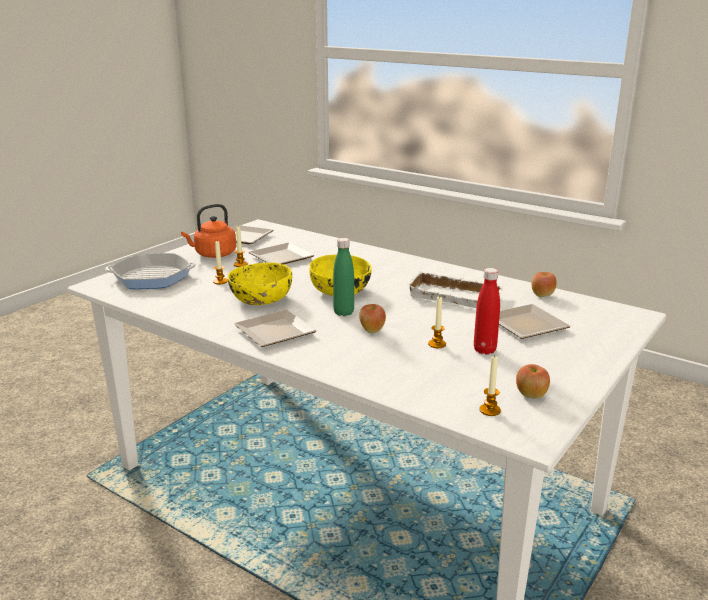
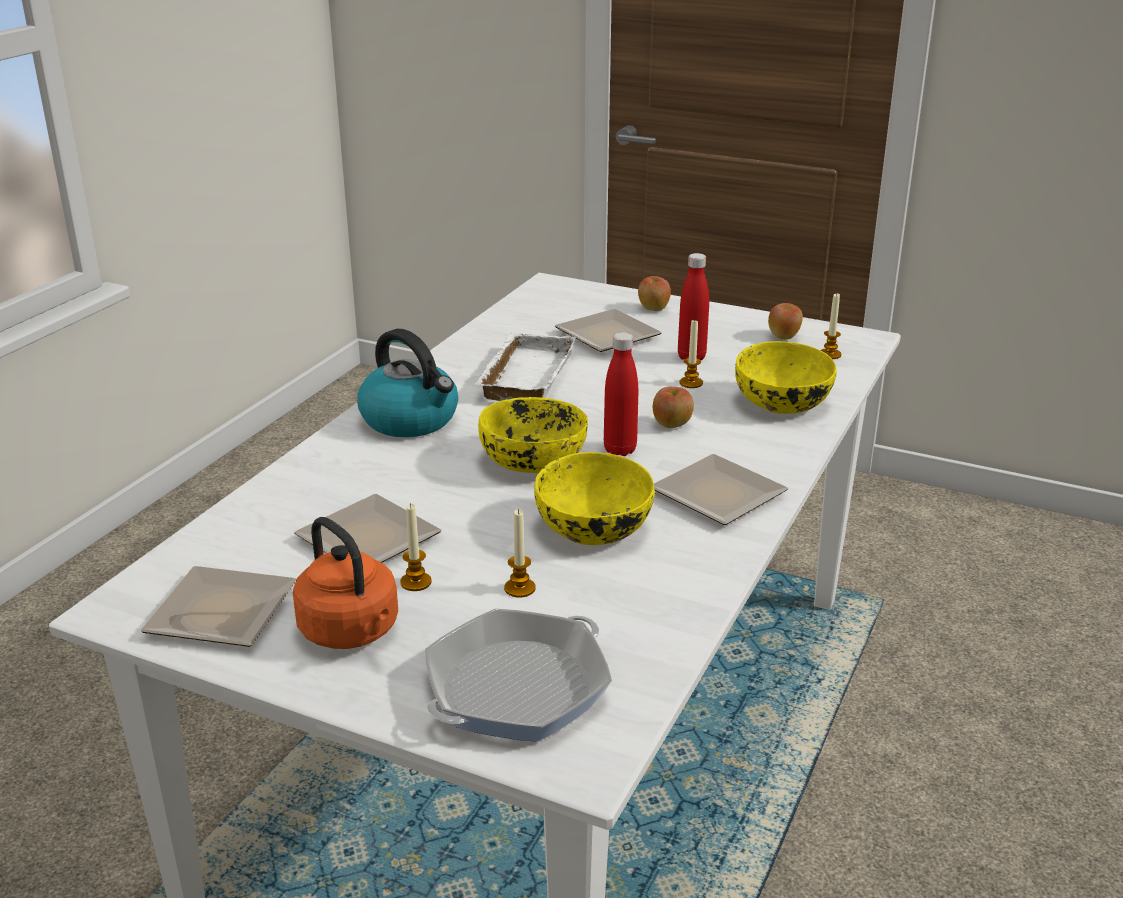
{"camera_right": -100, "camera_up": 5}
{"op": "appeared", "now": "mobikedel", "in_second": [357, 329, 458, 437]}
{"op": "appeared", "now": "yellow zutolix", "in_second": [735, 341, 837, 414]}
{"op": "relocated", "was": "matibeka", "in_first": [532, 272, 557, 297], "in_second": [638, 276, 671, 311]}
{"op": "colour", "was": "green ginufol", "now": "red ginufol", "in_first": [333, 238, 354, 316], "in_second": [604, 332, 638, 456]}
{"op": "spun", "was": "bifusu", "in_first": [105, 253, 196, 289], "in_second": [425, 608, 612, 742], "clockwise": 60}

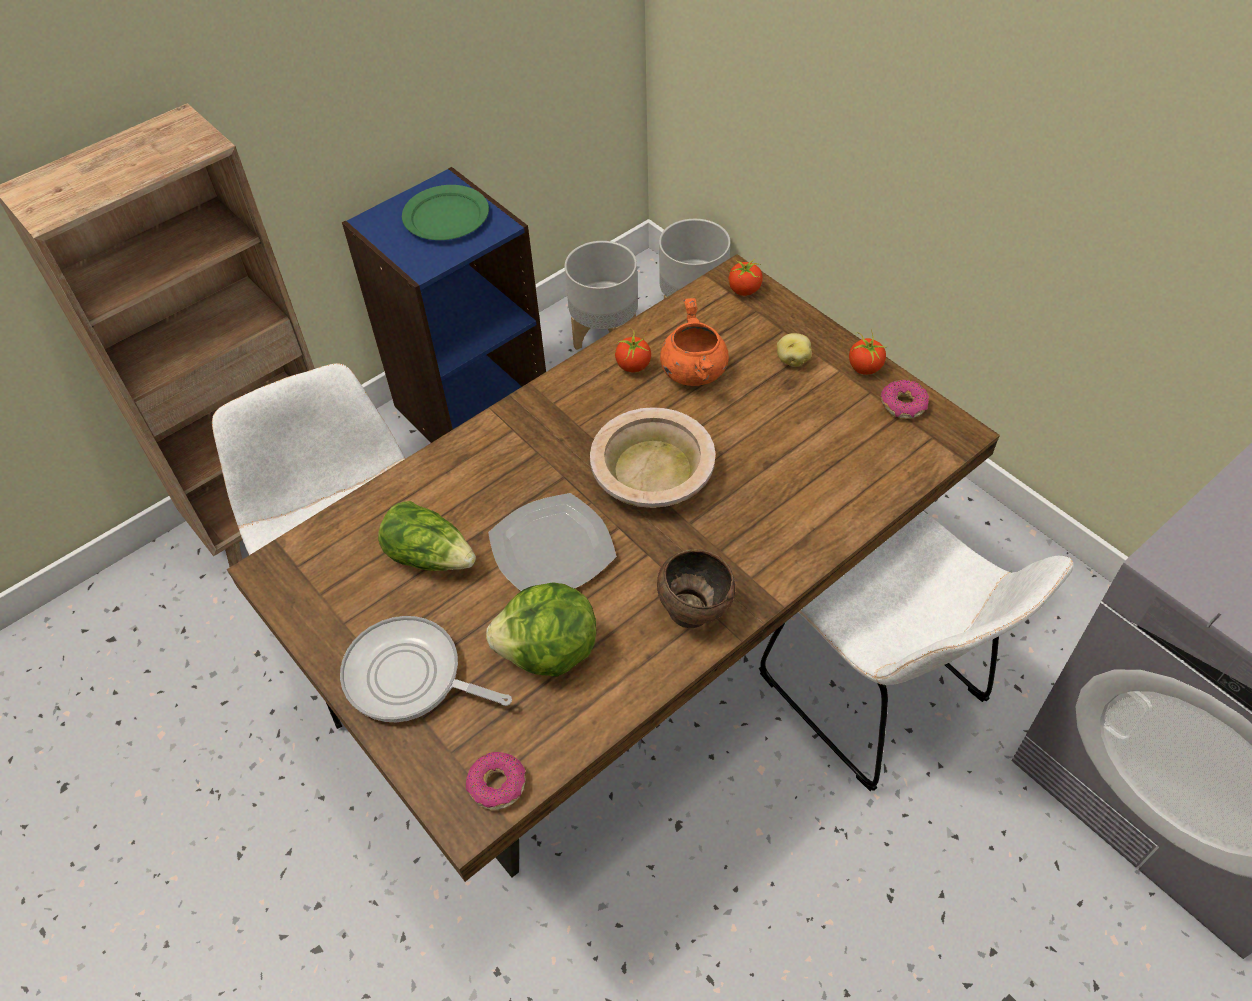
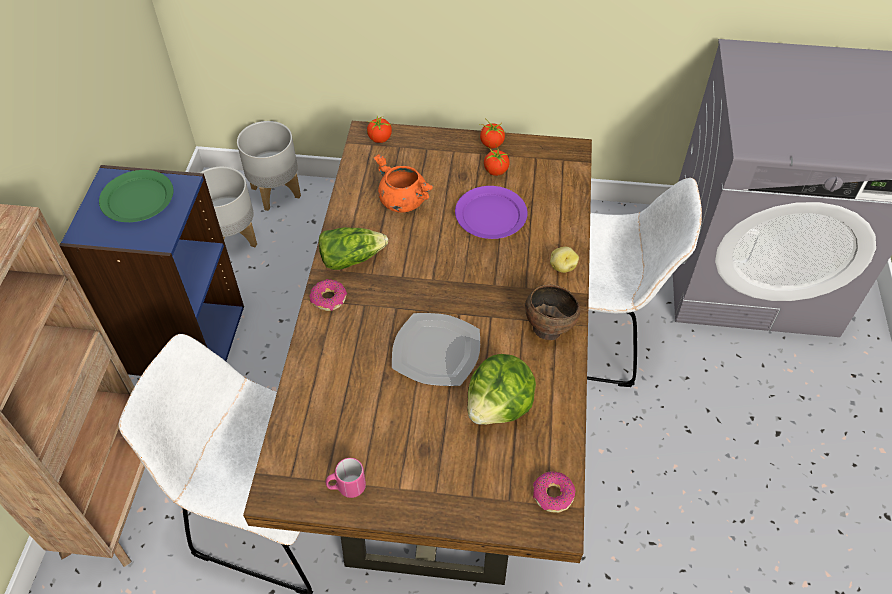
{"camera_right": -45, "camera_up": 0}
{"op": "missing", "was": "bifusu", "in_first": [340, 616, 512, 722]}
{"op": "missing", "was": "beige zutolix", "in_first": [590, 407, 715, 508]}
{"op": "appeared", "now": "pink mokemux", "in_second": [326, 458, 366, 498]}
{"op": "appeared", "now": "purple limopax", "in_second": [455, 186, 528, 239]}
{"op": "relocated", "was": "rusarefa", "in_first": [378, 501, 476, 571], "in_second": [318, 227, 388, 270]}
{"op": "relocated", "was": "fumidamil", "in_first": [615, 329, 651, 372], "in_second": [484, 145, 509, 176]}
{"op": "relocated", "was": "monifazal", "in_first": [777, 333, 812, 367], "in_second": [550, 247, 579, 273]}
{"op": "relocated", "was": "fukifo", "in_first": [881, 380, 929, 419], "in_second": [309, 279, 347, 311]}

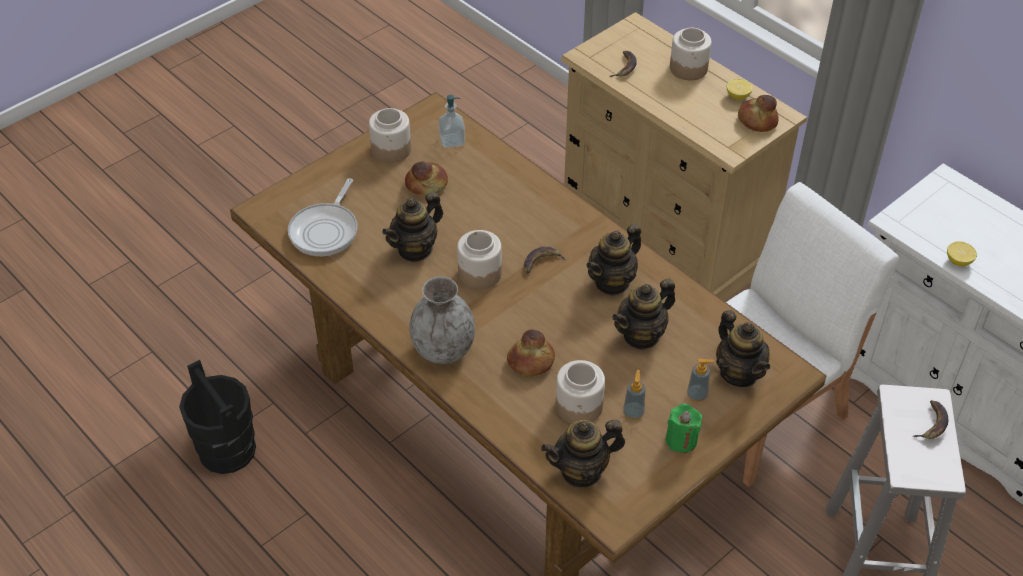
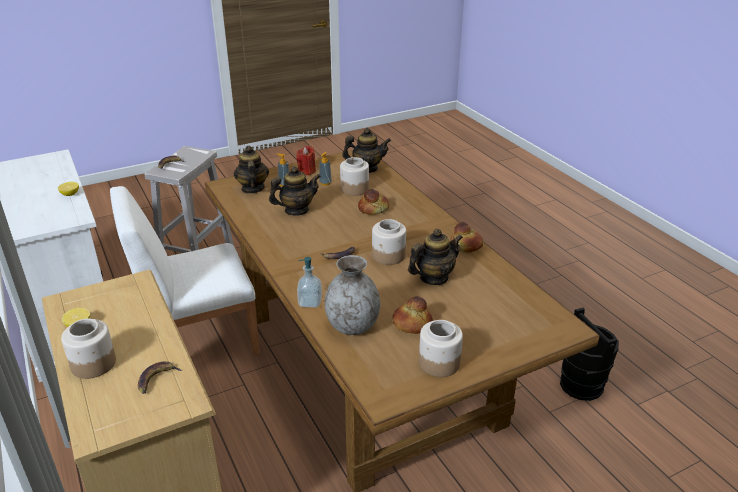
{"camera_right": -165, "camera_up": -15}
{"op": "missing", "was": "bifusu", "in_first": [288, 178, 358, 256]}
{"op": "missing", "was": "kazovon", "in_first": [586, 224, 641, 296]}
{"op": "relocated", "was": "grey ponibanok", "in_first": [409, 277, 475, 364], "in_second": [325, 255, 380, 335]}
{"op": "relocated", "was": "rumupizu", "in_first": [438, 95, 465, 148], "in_second": [297, 257, 322, 308]}
{"op": "relocated", "was": "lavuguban", "in_first": [738, 95, 778, 132], "in_second": [450, 222, 483, 253]}
{"op": "colour", "was": "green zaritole", "now": "red zaritole", "in_first": [666, 404, 702, 453], "in_second": [296, 146, 316, 175]}

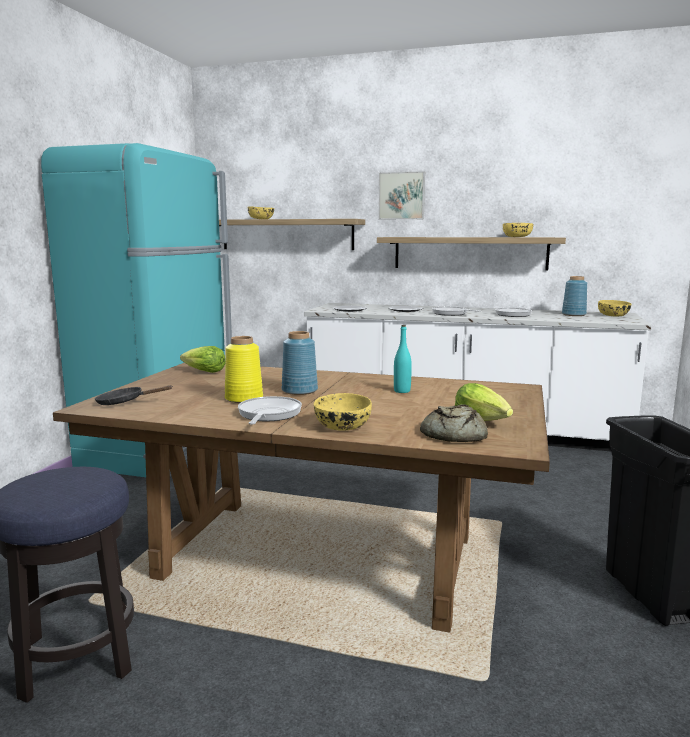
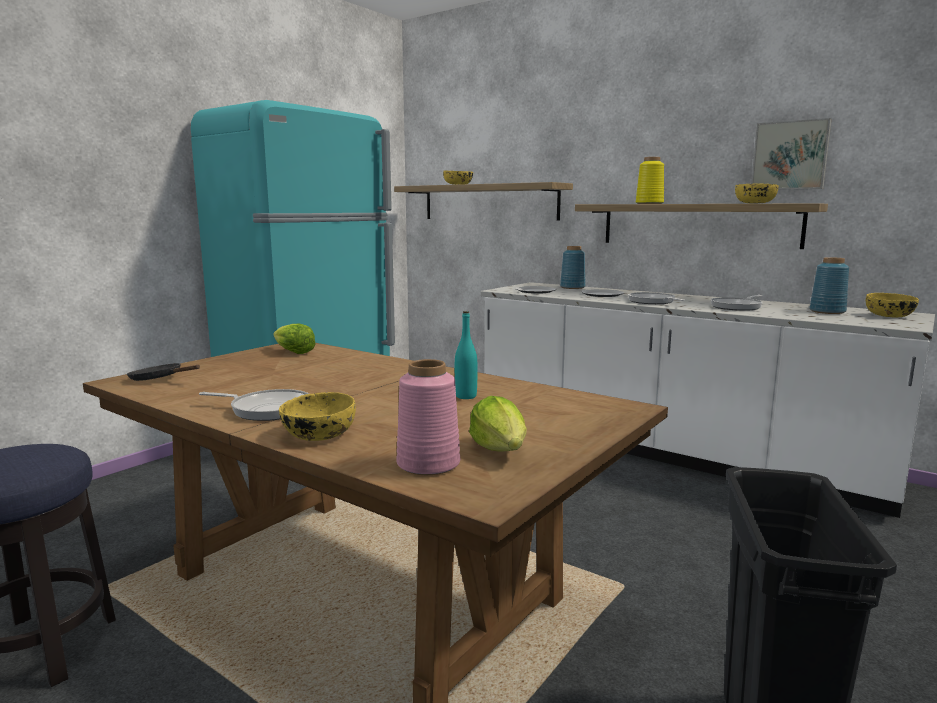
{"camera_right": 20, "camera_up": 0}
{"op": "relocated", "was": "yellow ponibanok", "in_first": [225, 336, 263, 403], "in_second": [636, 157, 664, 204]}
{"op": "relocated", "was": "blue ponibanok", "in_first": [282, 331, 318, 395], "in_second": [560, 246, 585, 289]}
{"op": "relocated", "was": "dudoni", "in_first": [378, 171, 425, 219], "in_second": [751, 118, 832, 190]}
{"op": "exchanged", "was": "lavuguban", "now": "pink ponibanok", "in_first": [420, 404, 488, 442], "in_second": [396, 359, 460, 475]}
{"op": "spun", "was": "bifusu", "in_first": [238, 396, 302, 424], "in_second": [199, 389, 309, 421], "clockwise": 75}

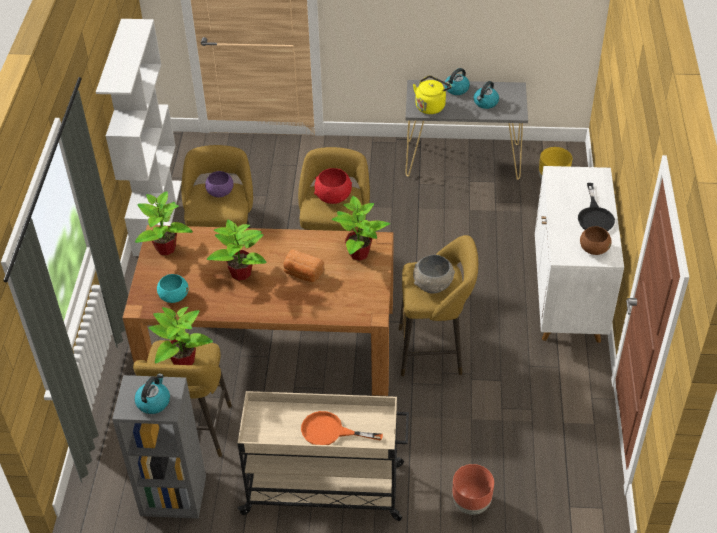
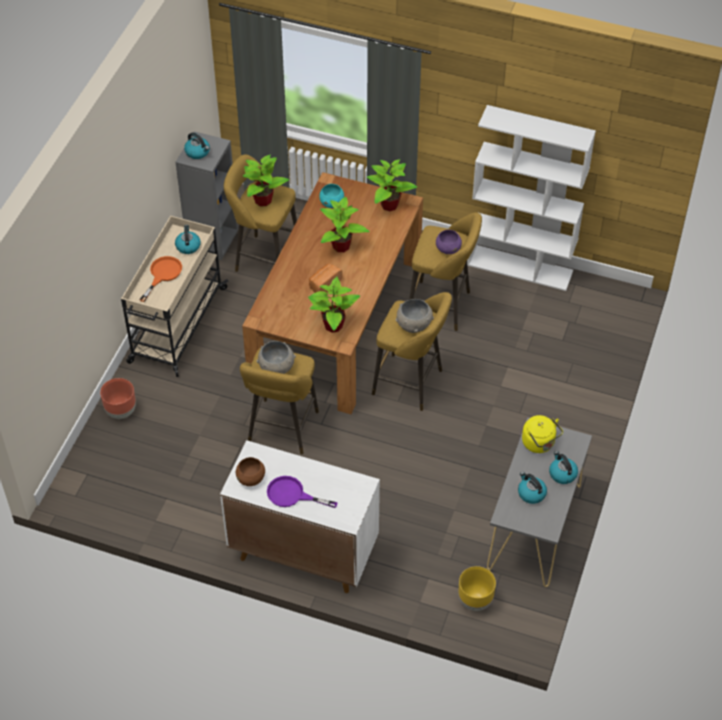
{"camera_right": 105, "camera_up": 5}
{"op": "appeared", "now": "mobikedel", "in_second": [175, 225, 201, 254]}
{"op": "colour", "was": "red zutolix", "now": "grey zutolix", "in_first": [314, 168, 352, 204], "in_second": [395, 299, 434, 333]}
{"op": "colour", "was": "black bifusu", "now": "purple bifusu", "in_first": [578, 183, 615, 231], "in_second": [267, 476, 338, 508]}

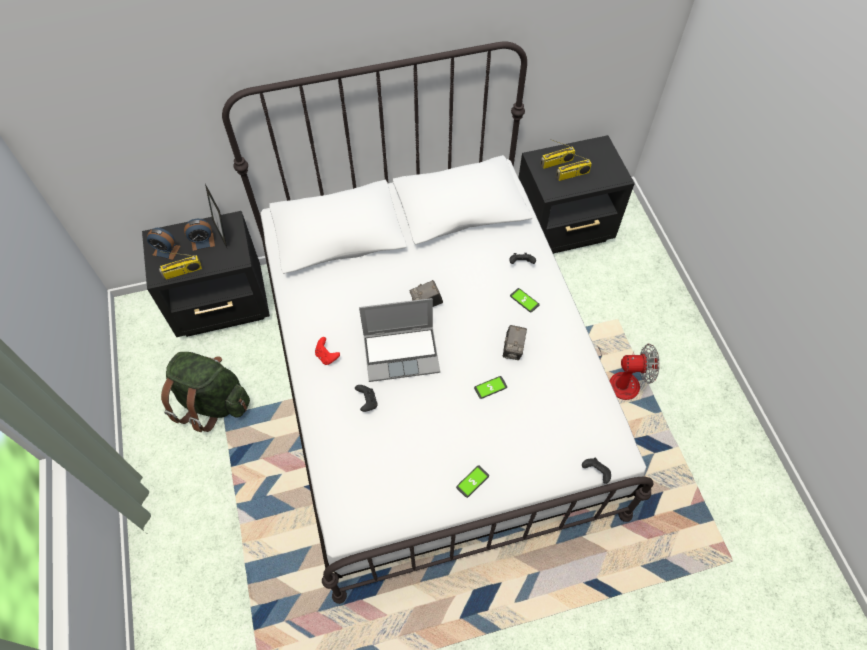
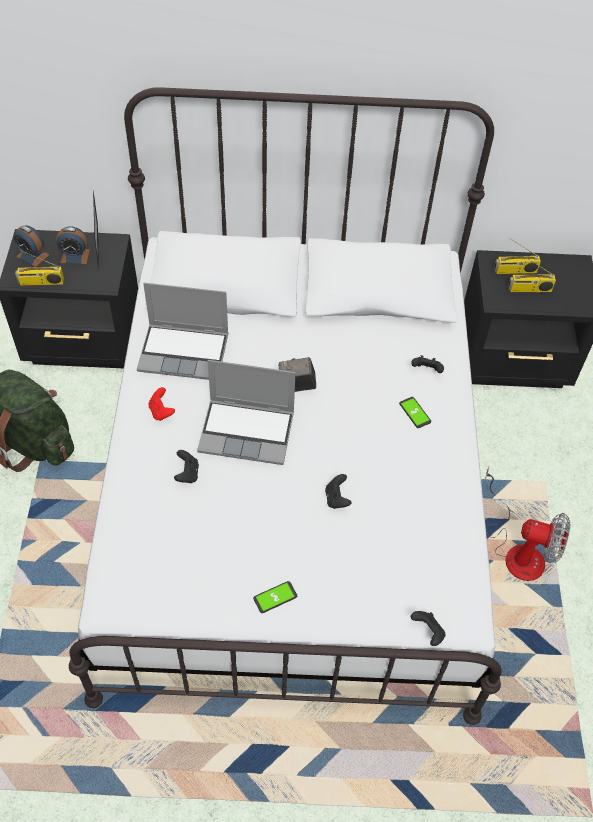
{"camera_right": 15, "camera_up": -5}
{"op": "missing", "was": "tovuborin", "in_first": [503, 325, 527, 360]}
{"op": "appeared", "now": "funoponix", "in_second": [137, 283, 228, 380]}
{"op": "exchanged", "was": "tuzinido", "now": "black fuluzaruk", "in_first": [474, 376, 507, 399], "in_second": [325, 474, 351, 509]}

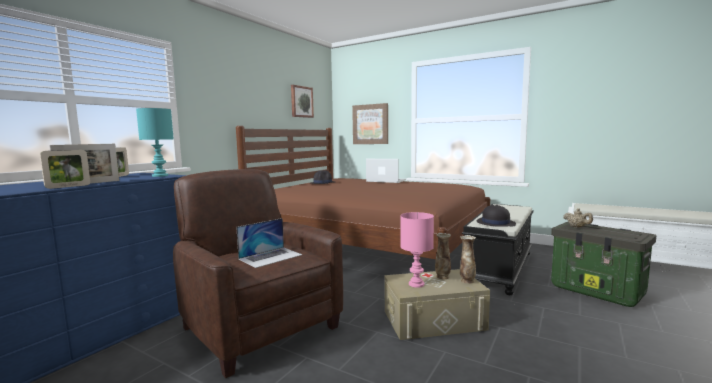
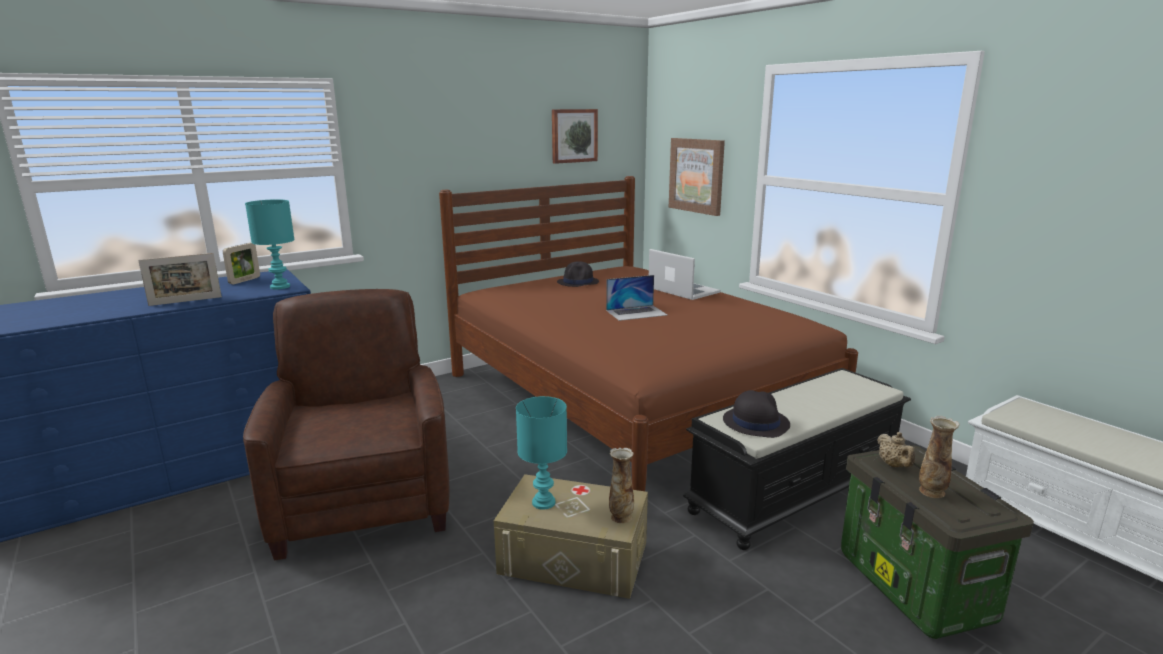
{"camera_right": 25, "camera_up": 10}
{"op": "missing", "was": "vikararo", "in_first": [40, 150, 90, 189]}
{"op": "relocated", "was": "funoponix", "in_first": [236, 218, 303, 268], "in_second": [606, 275, 667, 321]}
{"op": "relocated", "was": "ponibanok", "in_first": [435, 233, 451, 279], "in_second": [919, 416, 960, 498]}
{"op": "colour", "was": "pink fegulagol", "now": "turquoise fegulagol", "in_first": [400, 212, 434, 288], "in_second": [516, 396, 567, 510]}

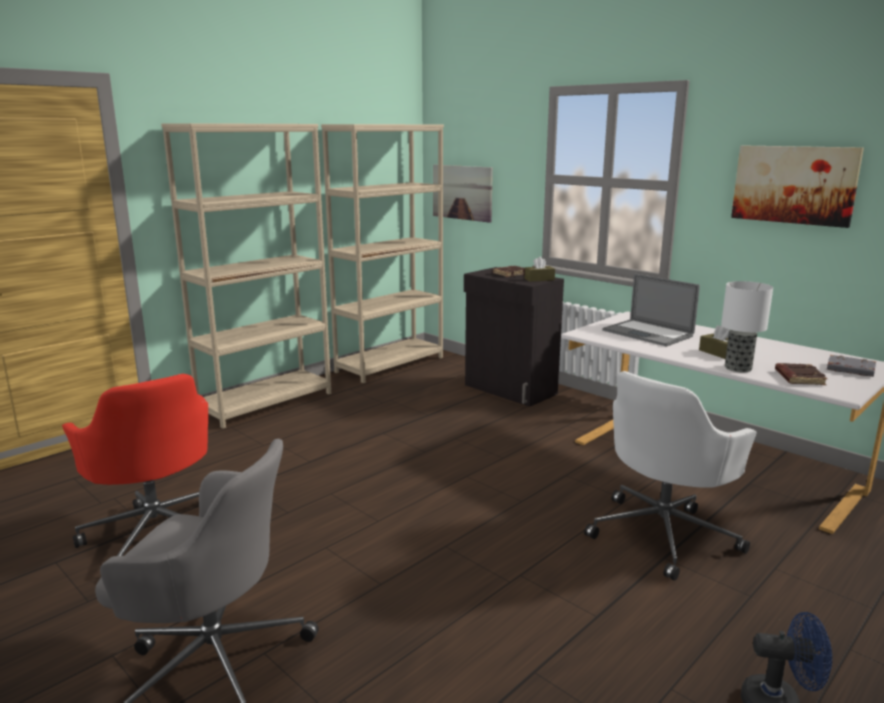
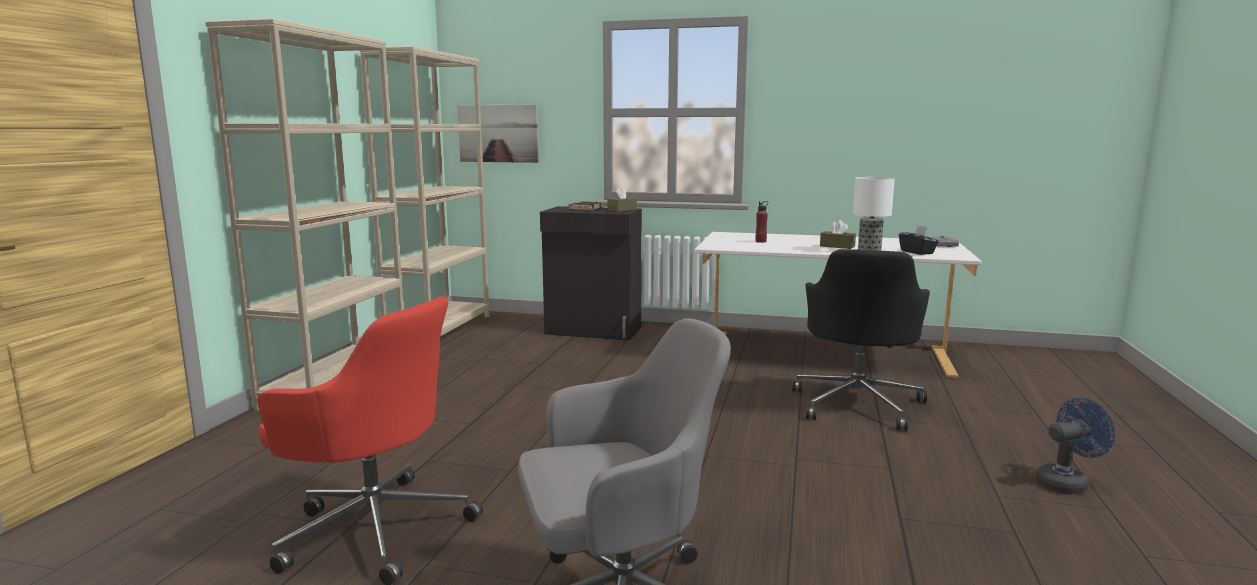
{"camera_right": -30, "camera_up": -5}
{"op": "missing", "was": "dudoni", "in_first": [731, 146, 864, 228]}
{"op": "exchanged", "was": "funoponix", "now": "red ginufol", "in_first": [602, 274, 700, 346], "in_second": [755, 201, 768, 243]}
{"op": "exchanged", "was": "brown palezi", "now": "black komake", "in_first": [775, 363, 828, 385], "in_second": [899, 226, 939, 255]}
{"op": "colour", "was": "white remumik", "now": "black remumik", "in_first": [584, 371, 757, 581], "in_second": [792, 249, 930, 431]}

